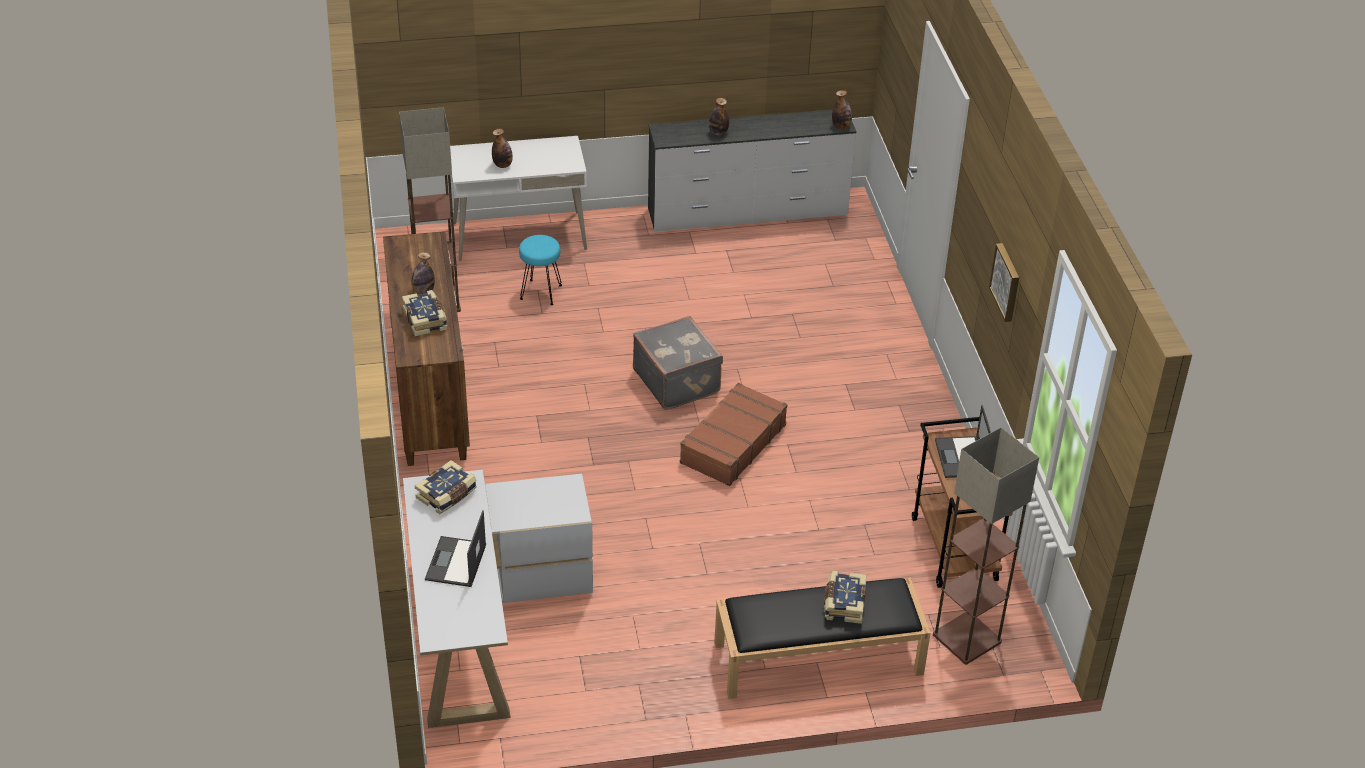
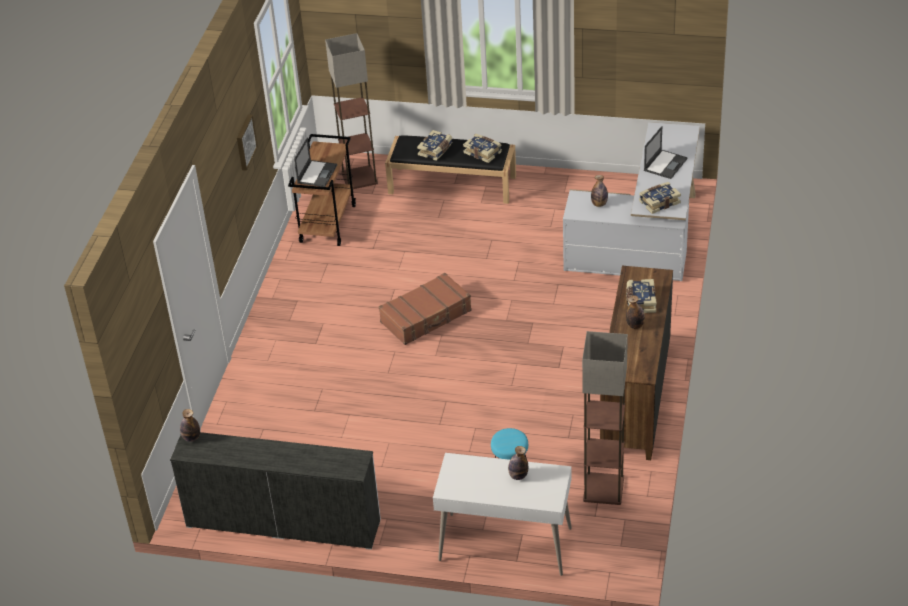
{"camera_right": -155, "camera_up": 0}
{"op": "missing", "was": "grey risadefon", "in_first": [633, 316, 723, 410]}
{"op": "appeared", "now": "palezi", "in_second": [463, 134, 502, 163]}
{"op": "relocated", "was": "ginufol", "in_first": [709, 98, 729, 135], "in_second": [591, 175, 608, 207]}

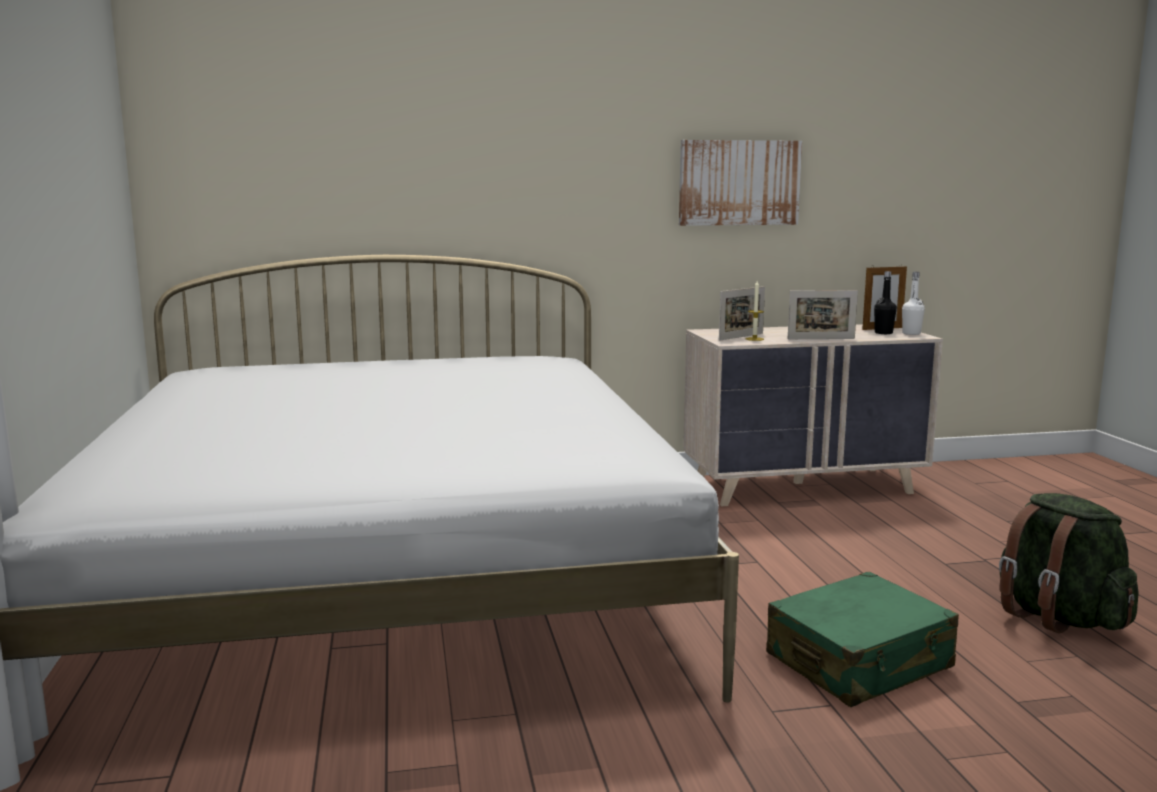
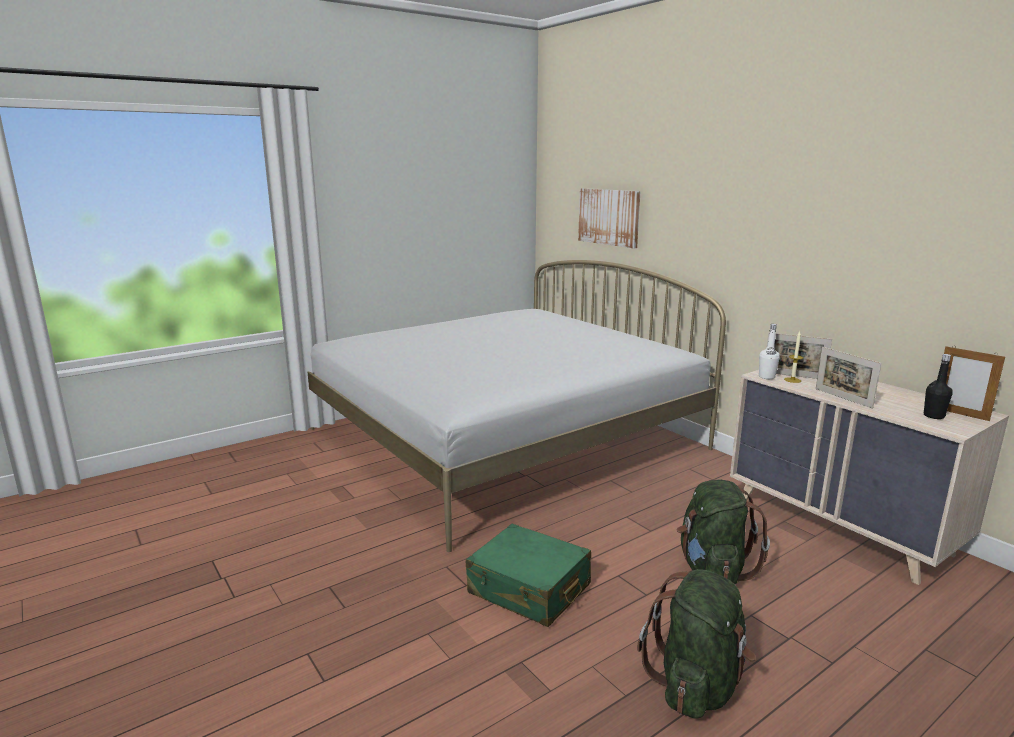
{"camera_right": 65, "camera_up": 5}
{"op": "appeared", "now": "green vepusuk", "in_second": [677, 479, 770, 585]}
{"op": "relocated", "was": "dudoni", "in_first": [679, 140, 802, 226], "in_second": [578, 188, 641, 249]}
{"op": "relocated", "was": "white ginufol", "in_first": [902, 272, 925, 335], "in_second": [759, 324, 780, 379]}

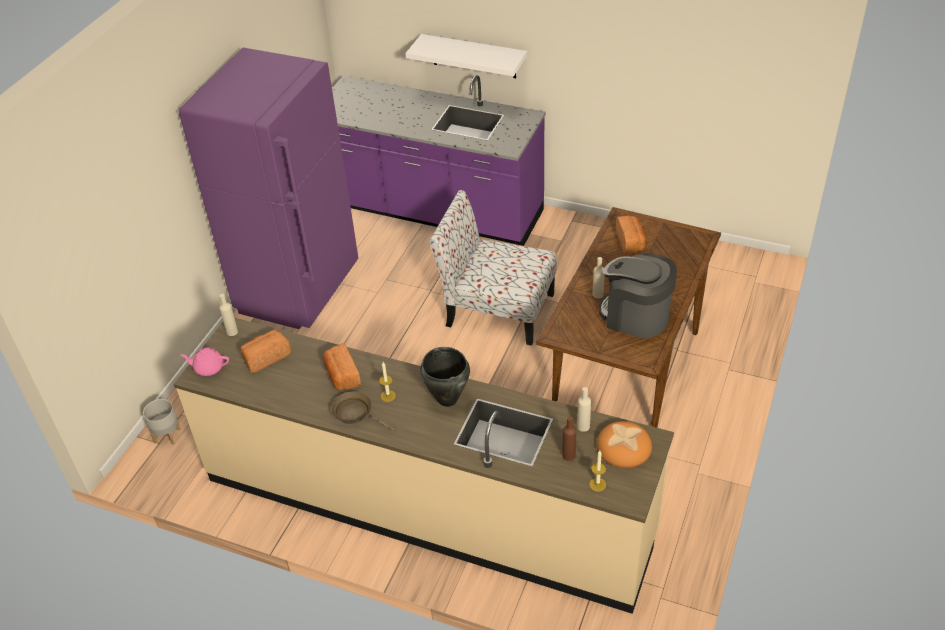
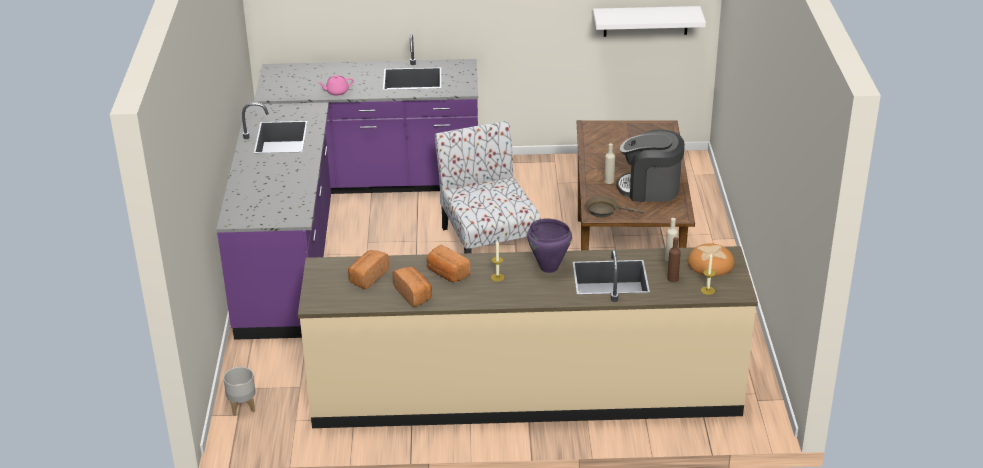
{"camera_right": -25, "camera_up": -10}
{"op": "missing", "was": "beige ginufol", "in_first": [219, 294, 238, 336]}
{"op": "relocated", "was": "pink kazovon", "in_first": [180, 348, 229, 376], "in_second": [318, 75, 354, 96]}
{"op": "relocated", "was": "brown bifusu", "in_first": [331, 391, 395, 431], "in_second": [585, 196, 643, 217]}
{"op": "relocated", "was": "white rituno", "in_first": [405, 34, 527, 78], "in_second": [593, 6, 706, 37]}
{"op": "relocated", "was": "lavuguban", "in_first": [616, 216, 646, 254], "in_second": [393, 267, 432, 307]}
{"op": "exchanged", "was": "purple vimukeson", "now": "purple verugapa", "in_first": [179, 48, 358, 329], "in_second": [216, 102, 331, 340]}
{"op": "colour", "was": "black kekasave", "now": "purple kekasave", "in_first": [420, 347, 470, 407], "in_second": [527, 218, 572, 273]}
{"op": "spun", "was": "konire", "in_first": [429, 190, 557, 346], "in_second": [435, 121, 541, 253], "clockwise": 75}

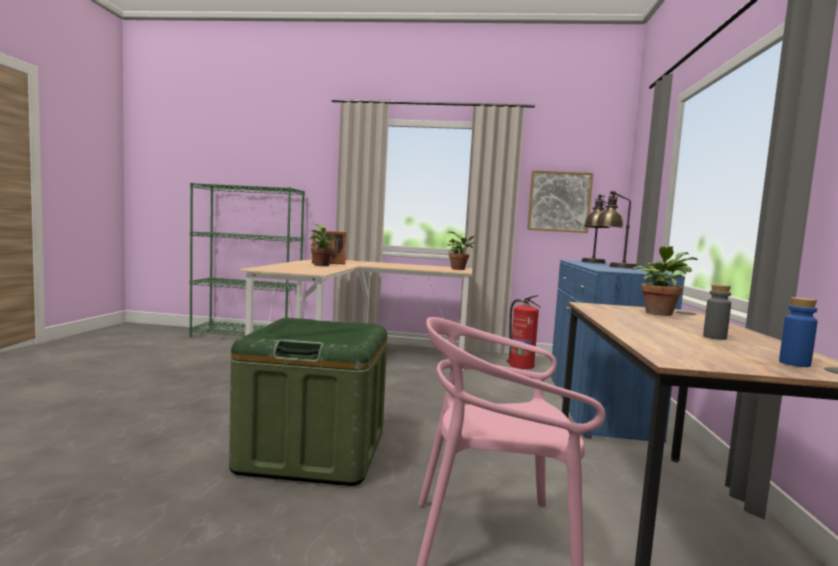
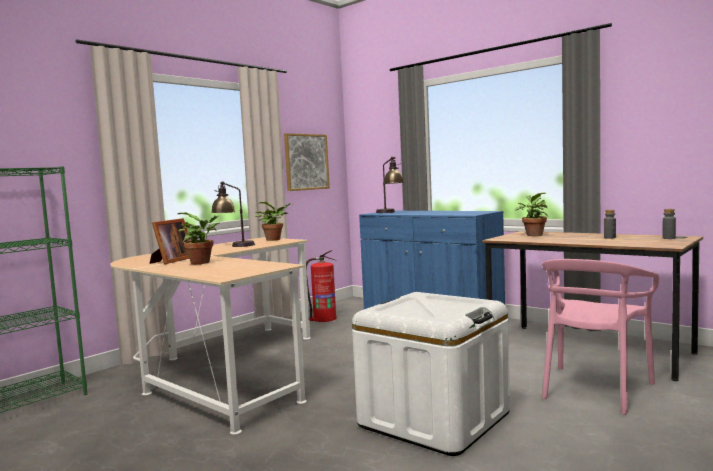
{"camera_right": -55, "camera_up": 0}
{"op": "relocated", "was": "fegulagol", "in_first": [595, 191, 638, 269], "in_second": [211, 181, 255, 247]}
{"op": "colour", "was": "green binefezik", "now": "white binefezik", "in_first": [229, 318, 388, 486], "in_second": [352, 292, 510, 456]}
{"op": "colour", "was": "blue ginufol", "now": "grey ginufol", "in_first": [779, 297, 818, 367], "in_second": [662, 209, 676, 239]}

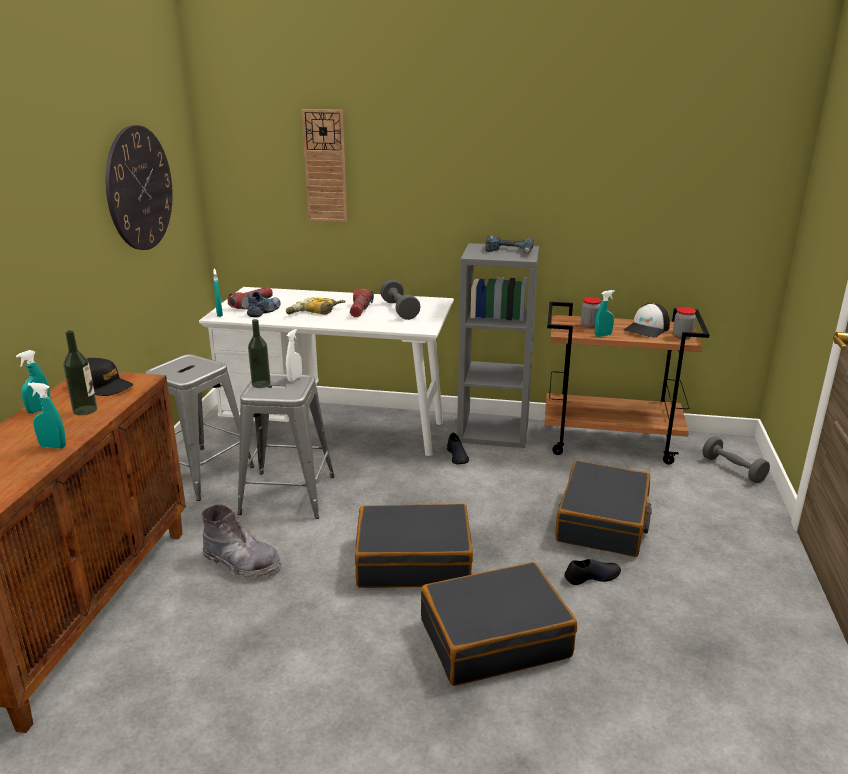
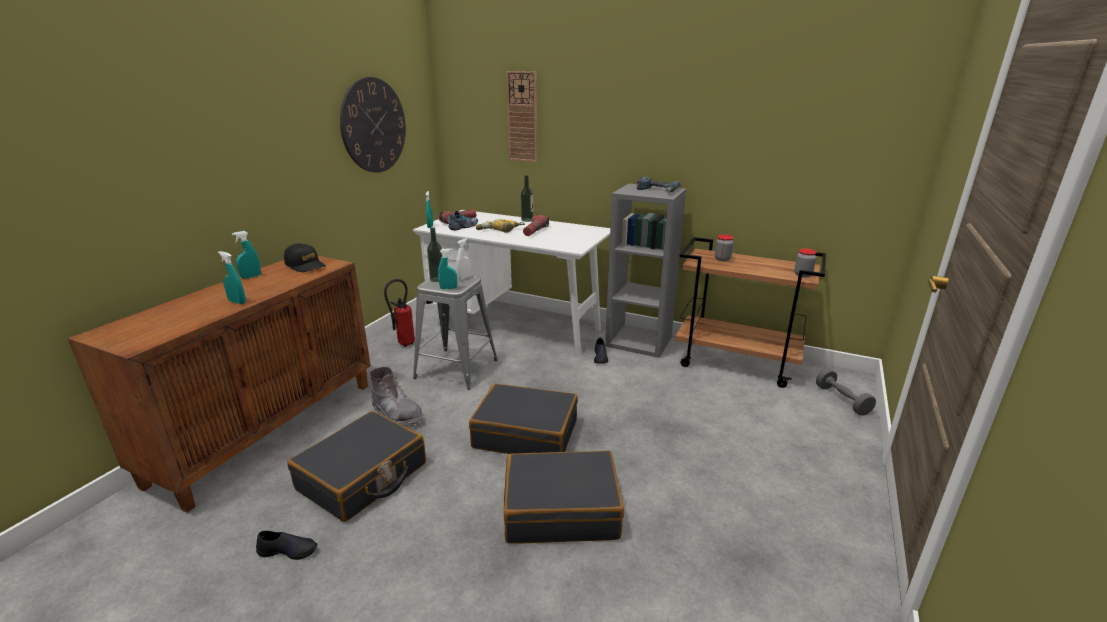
{"camera_right": 15, "camera_up": 0}
{"op": "missing", "was": "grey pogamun", "in_first": [380, 280, 421, 320]}
{"op": "missing", "was": "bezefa", "in_first": [624, 303, 670, 338]}
{"op": "relocated", "was": "ginufol", "in_first": [63, 330, 97, 415], "in_second": [521, 175, 533, 222]}
{"op": "relocated", "was": "black risadefon", "in_first": [555, 461, 652, 557], "in_second": [287, 411, 426, 522]}
{"op": "relocated", "was": "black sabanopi", "in_first": [565, 559, 621, 585], "in_second": [256, 531, 318, 560]}
{"op": "relocated", "was": "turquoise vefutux", "in_first": [595, 290, 615, 337], "in_second": [438, 248, 457, 289]}
{"op": "exchanged", "was": "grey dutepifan", "now": "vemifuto", "in_first": [145, 354, 254, 501], "in_second": [384, 279, 415, 347]}

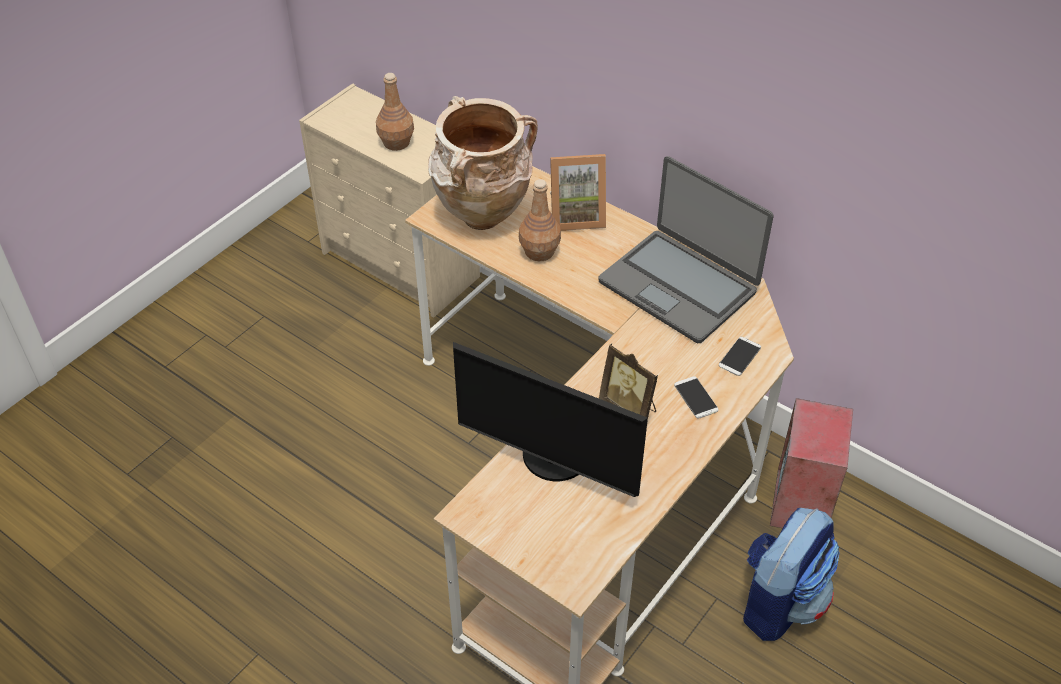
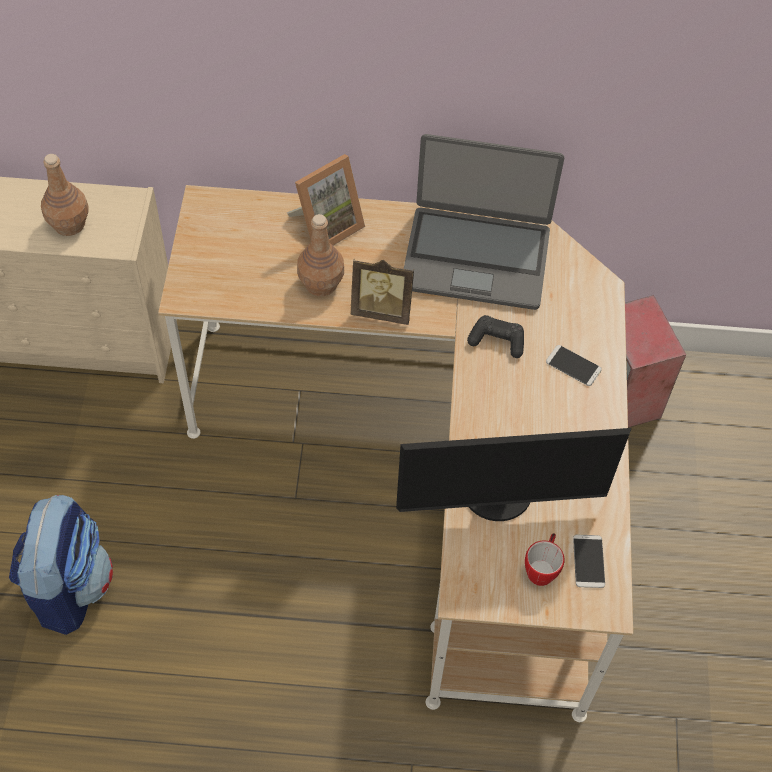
{"camera_right": -35, "camera_up": 10}
{"op": "missing", "was": "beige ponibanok", "in_first": [428, 96, 538, 230]}
{"op": "appeared", "now": "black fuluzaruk", "in_second": [467, 315, 524, 358]}
{"op": "appeared", "now": "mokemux", "in_second": [525, 533, 564, 586]}
{"op": "relocated", "was": "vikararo", "in_first": [599, 343, 658, 418], "in_second": [350, 260, 414, 325]}
{"op": "relocated", "was": "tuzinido", "in_first": [719, 337, 761, 376], "in_second": [573, 535, 605, 588]}
{"op": "relocated", "was": "vepusuk", "in_first": [743, 508, 840, 641], "in_second": [9, 495, 113, 635]}

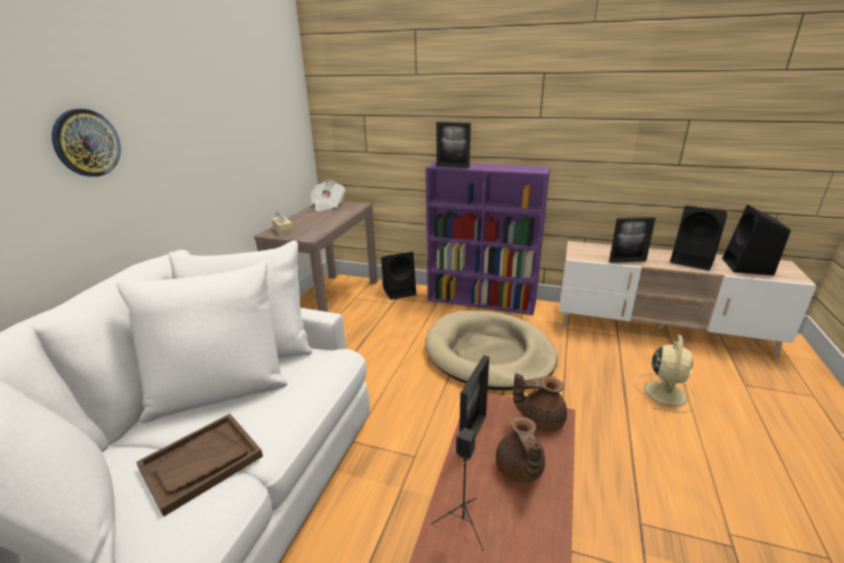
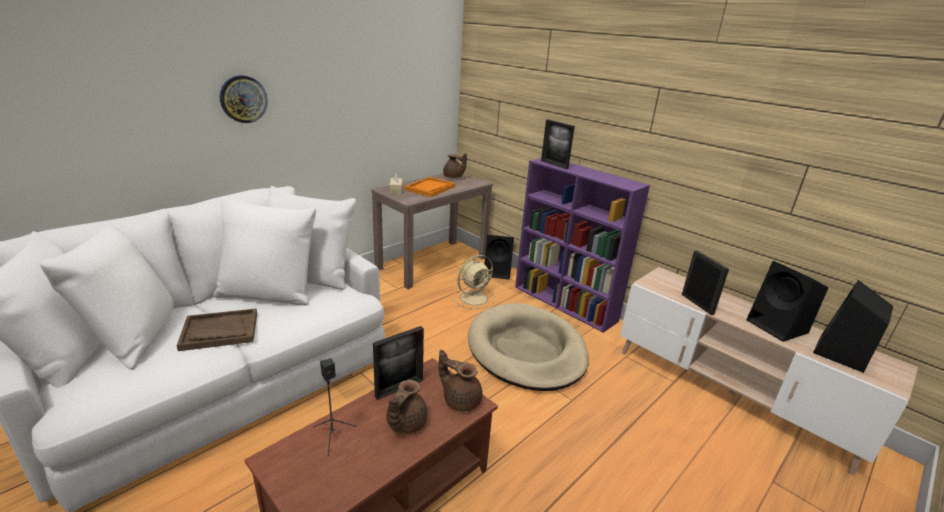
{"camera_right": 25, "camera_up": 0}
{"op": "appeared", "now": "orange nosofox", "in_second": [405, 177, 455, 197]}
{"op": "relocated", "was": "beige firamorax", "in_first": [635, 334, 697, 413], "in_second": [451, 255, 496, 309]}
{"op": "exchanged", "was": "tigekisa", "now": "brown kazovon", "in_first": [310, 180, 345, 211], "in_second": [443, 153, 467, 178]}
{"op": "spun", "was": "vikararo", "in_first": [609, 217, 656, 263], "in_second": [682, 251, 729, 315], "clockwise": -135}

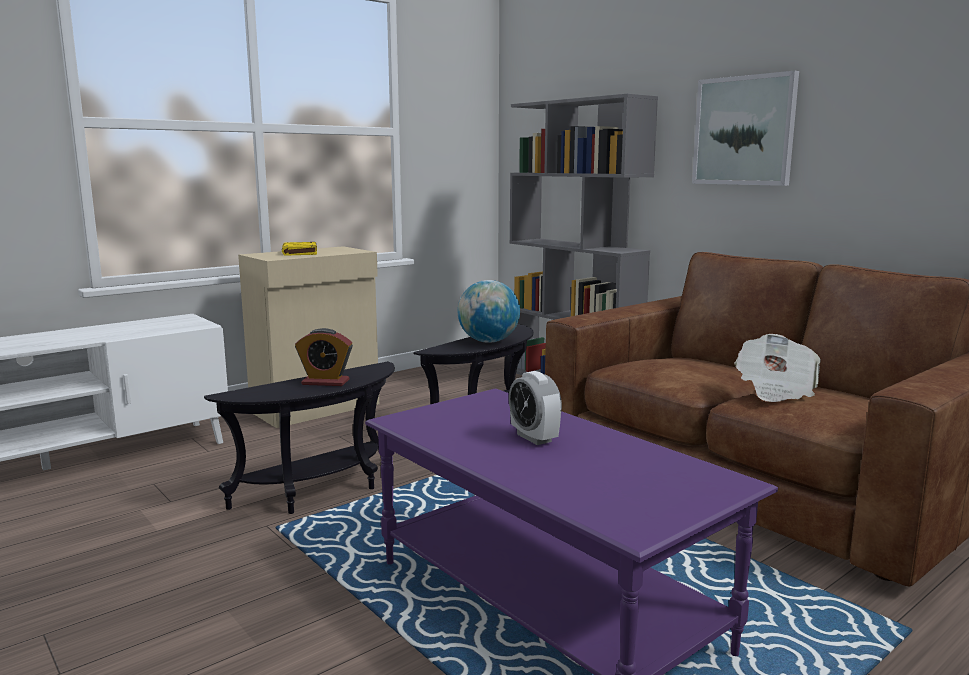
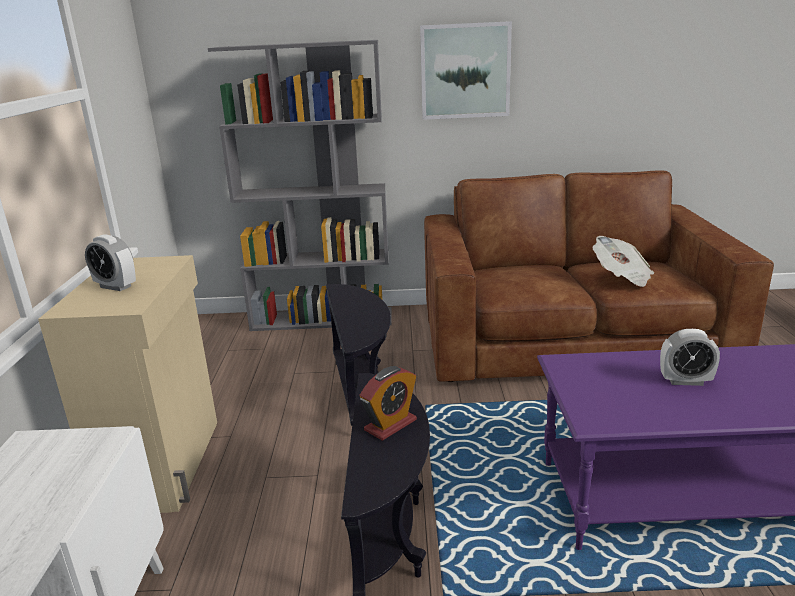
{"camera_right": -50, "camera_up": 10}
{"op": "missing", "was": "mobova", "in_first": [458, 280, 520, 343]}
{"op": "exchanged", "was": "yellow palezi", "now": "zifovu", "in_first": [282, 242, 317, 256], "in_second": [85, 234, 136, 291]}

